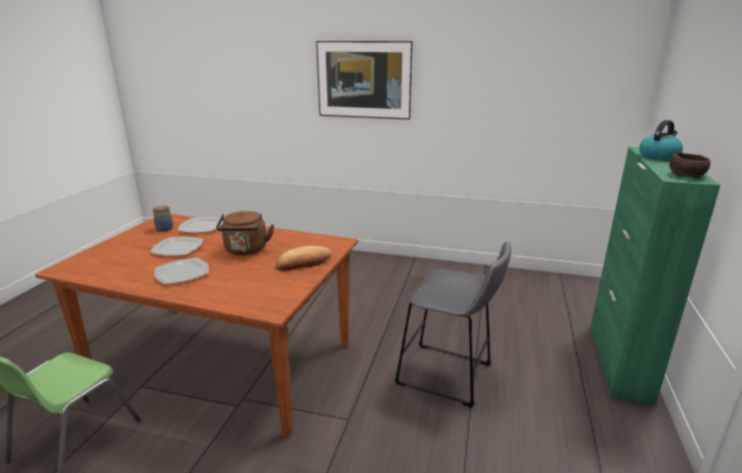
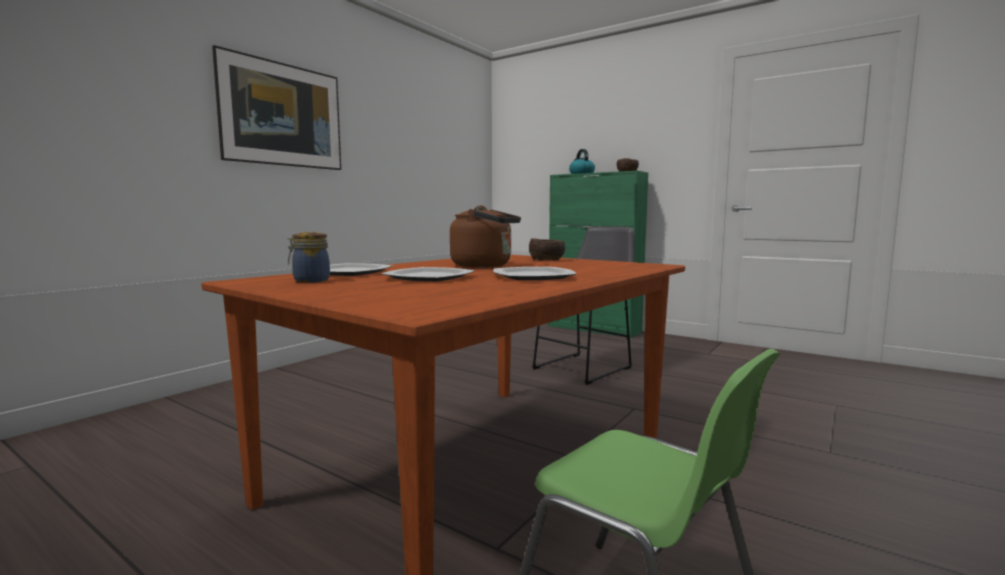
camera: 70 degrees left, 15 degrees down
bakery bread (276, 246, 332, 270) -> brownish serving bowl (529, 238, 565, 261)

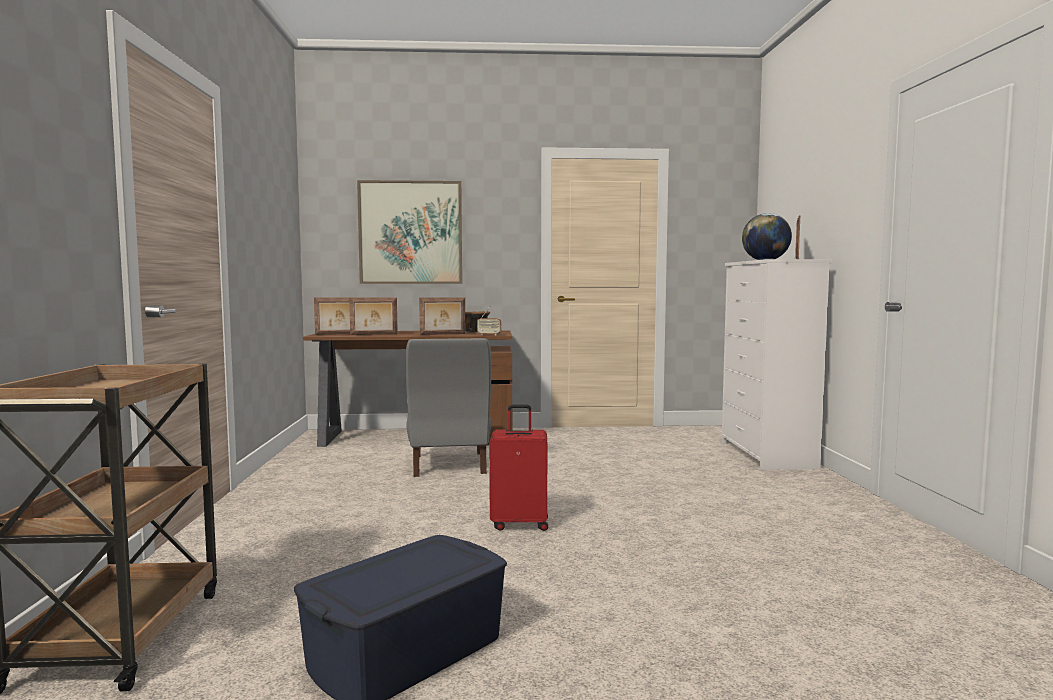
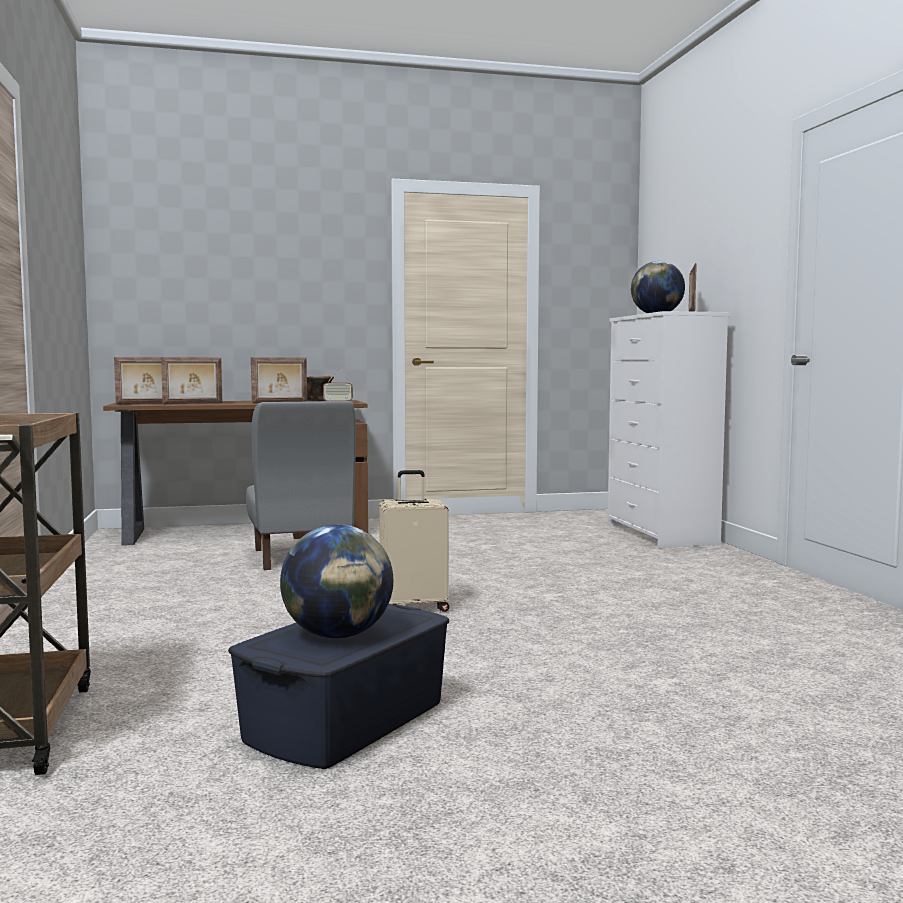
camera: 10 degrees left, 0 degrees up
picture (357, 180, 462, 284) -> none
reddish piece of luggage (489, 405, 548, 531) -> beige-coloured piece of luggage (379, 470, 450, 612)
none -> desk globe (280, 524, 393, 639)

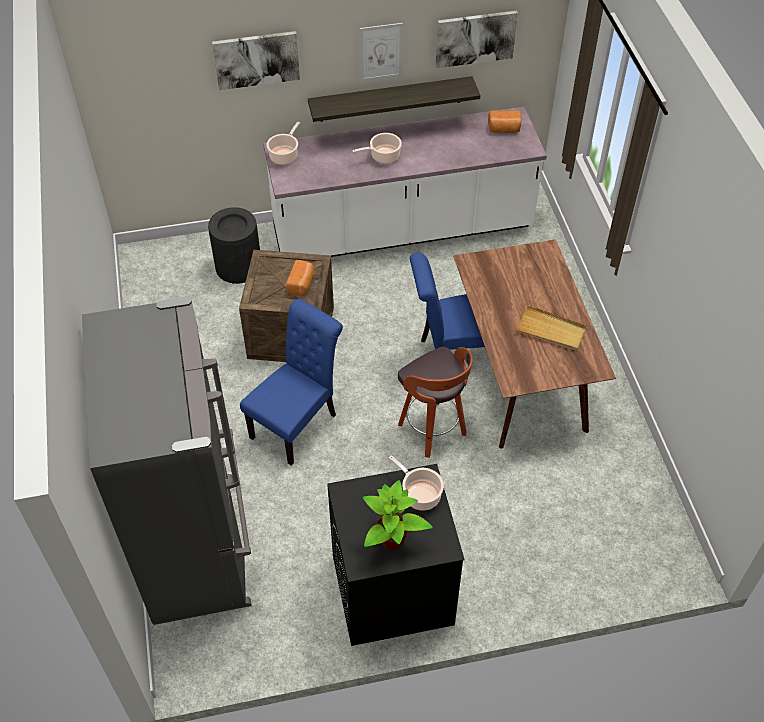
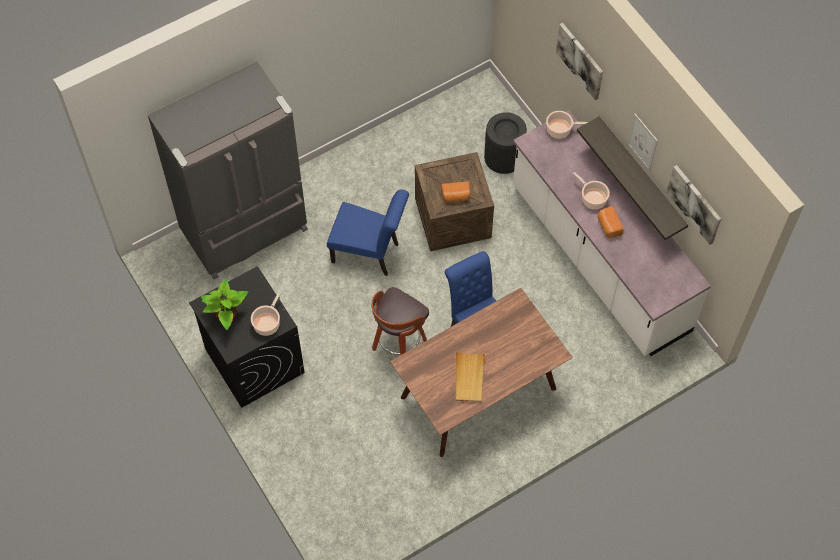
camera: 70 degrees right, 10 degrees up
bakery bread (488, 111, 521, 133) -> bakery bread (598, 206, 624, 238), moved

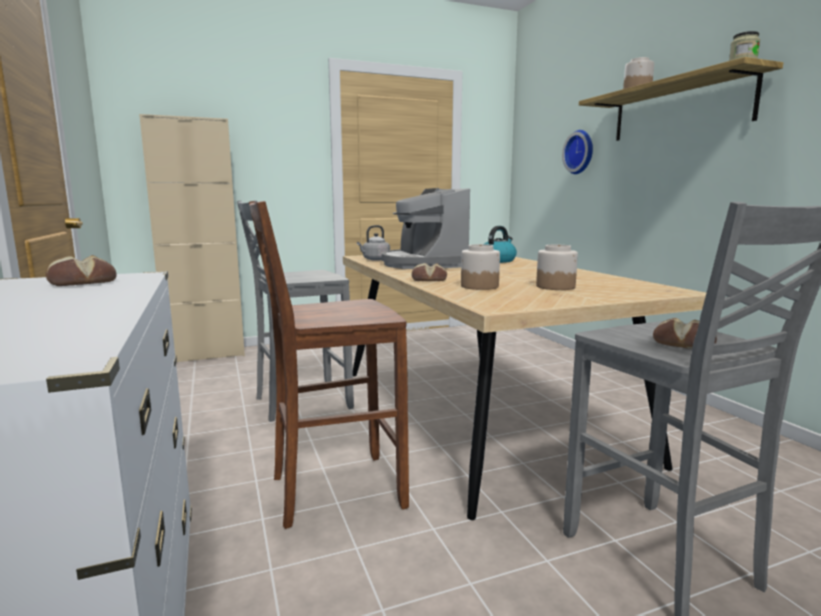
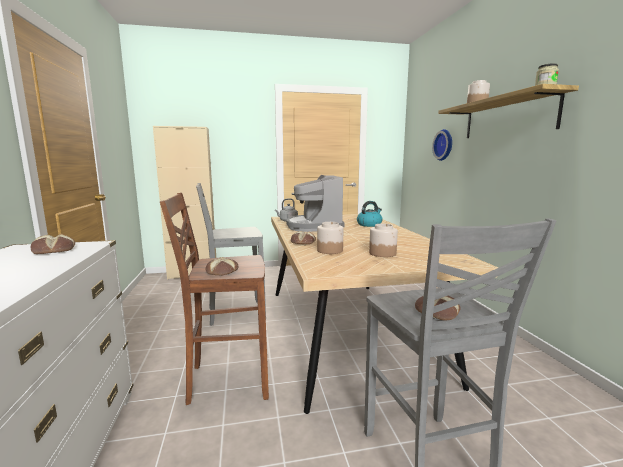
camera: 10 degrees right, 0 degrees up
none -> bakery bread (205, 257, 238, 276)

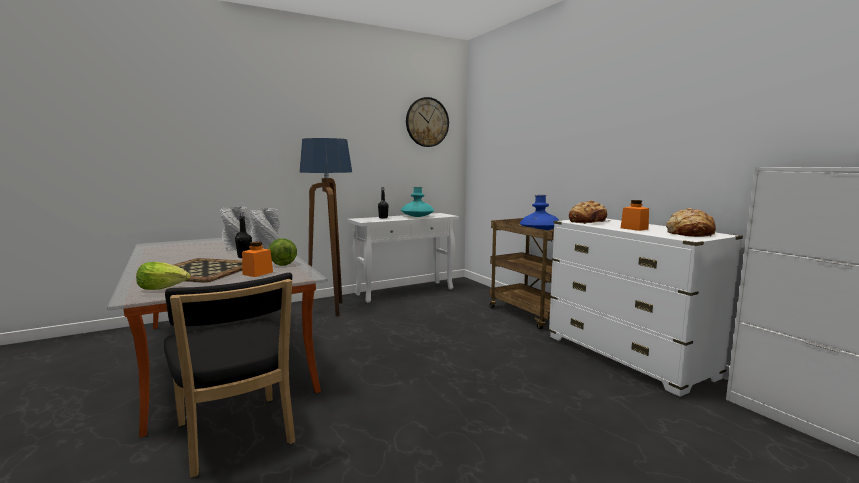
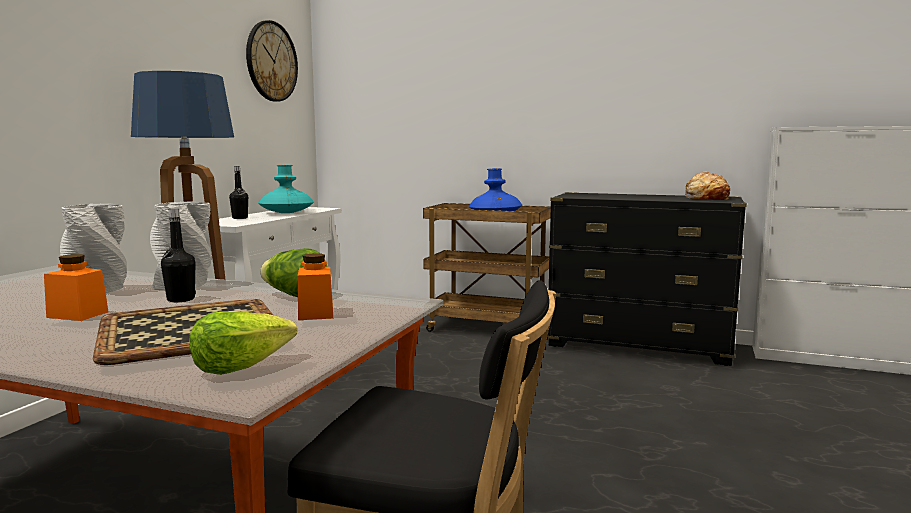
camera: 40 degrees left, 0 degrees up
orange storage jar (621, 200, 649, 231) -> orange storage jar (44, 254, 108, 321), moved
bakery bread (569, 201, 611, 224) -> none
whitish dresser (549, 219, 743, 397) -> black dresser (547, 192, 747, 366)

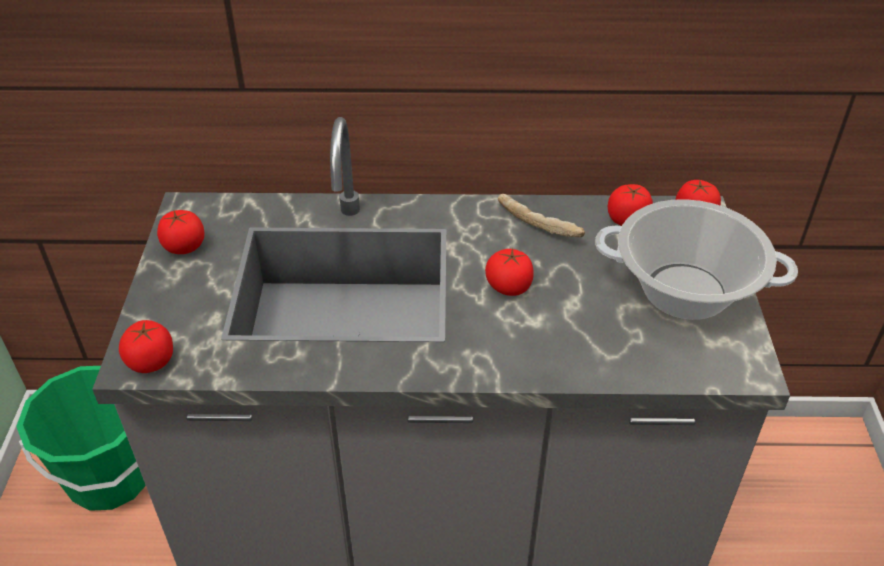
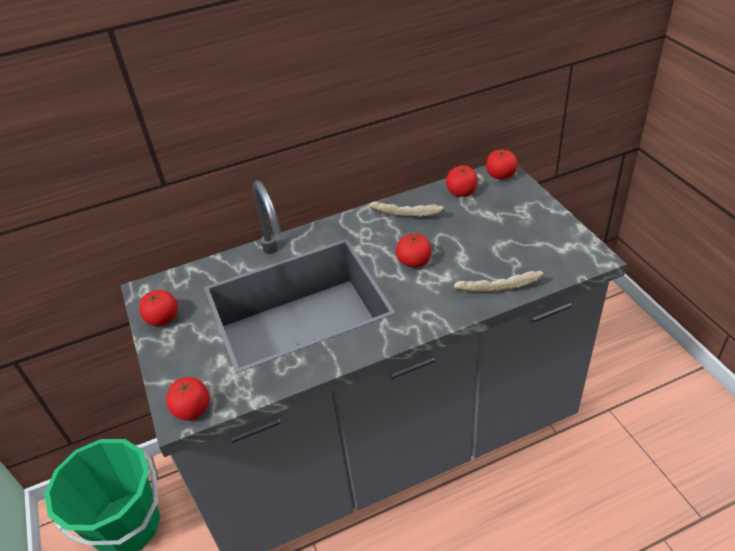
camera: 20 degrees left, 0 degrees up
saucepot (595, 199, 798, 320) -> none
none -> bakery bread (454, 270, 544, 292)

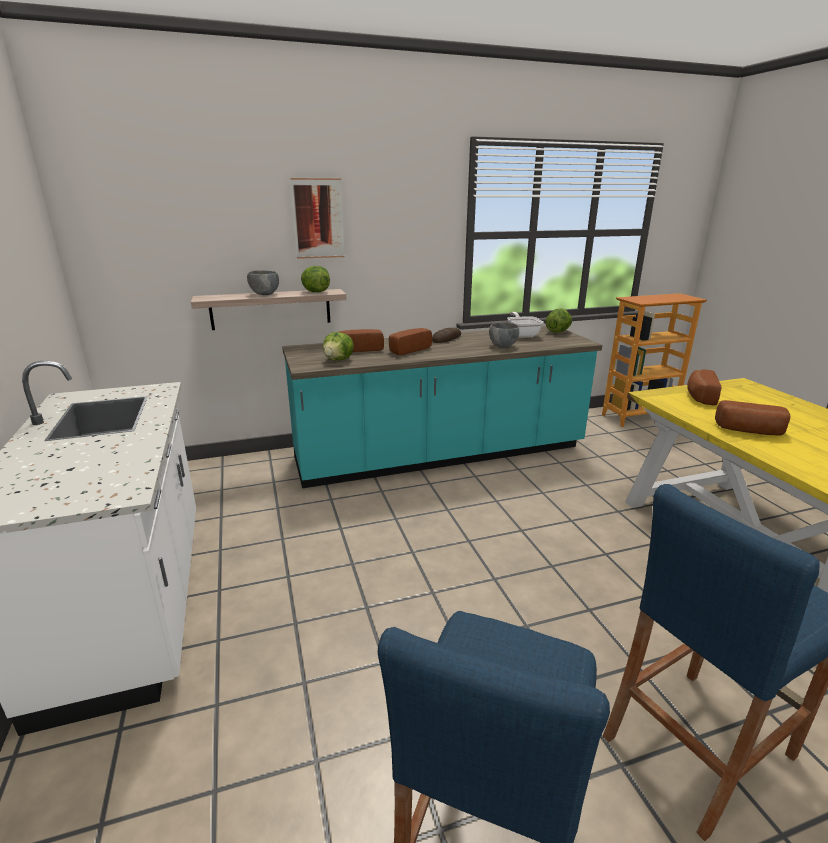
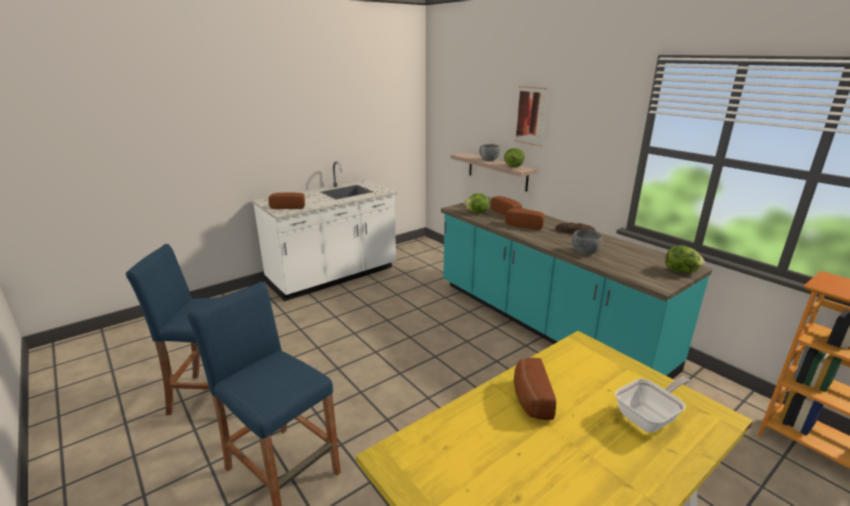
camera: 70 degrees right, 0 degrees up
pan (507, 312, 544, 337) -> pan (615, 377, 690, 433), moved
bakery bread (687, 369, 721, 405) -> bakery bread (268, 192, 305, 209), moved

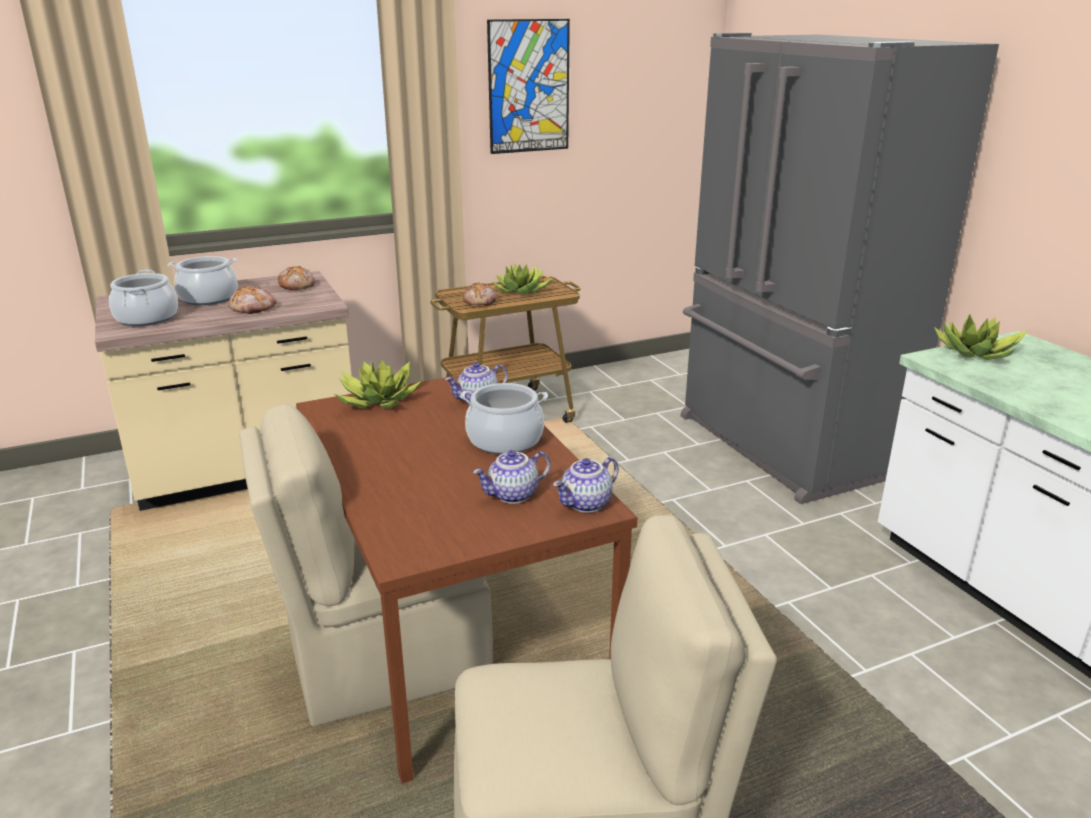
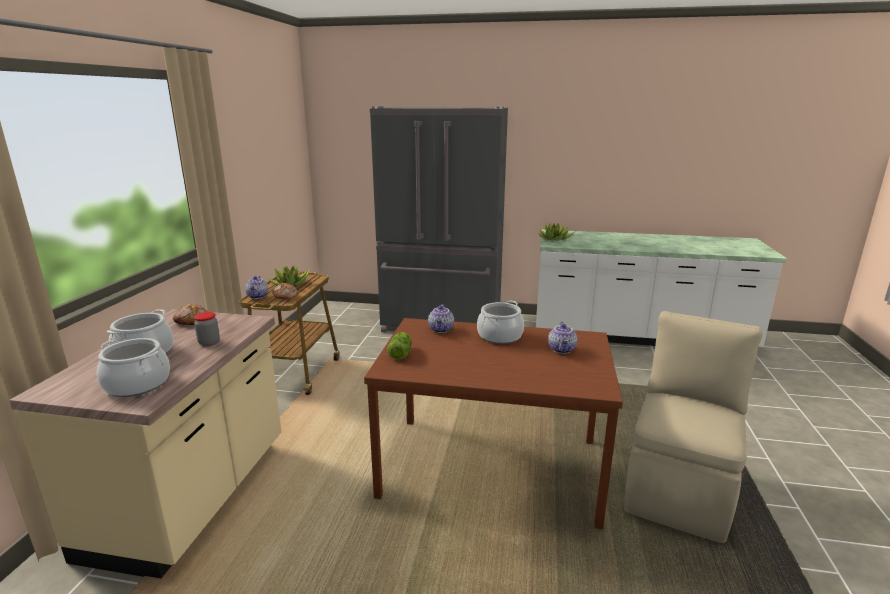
camera: 55 degrees left, 5 degrees down
picture (487, 19, 570, 154) -> none
bakery bread (228, 286, 276, 314) -> storage jar (194, 312, 220, 346)
plant in a pot (334, 359, 421, 408) -> lettuce head (387, 332, 412, 360)
beige-coloured plain chair (239, 404, 493, 727) -> none
pot for tea (553, 457, 619, 513) -> pot for tea (245, 276, 268, 299), moved

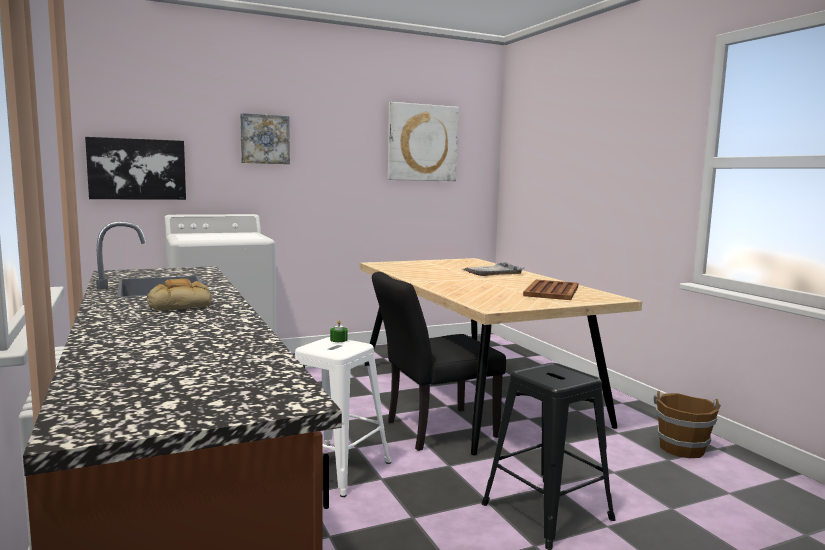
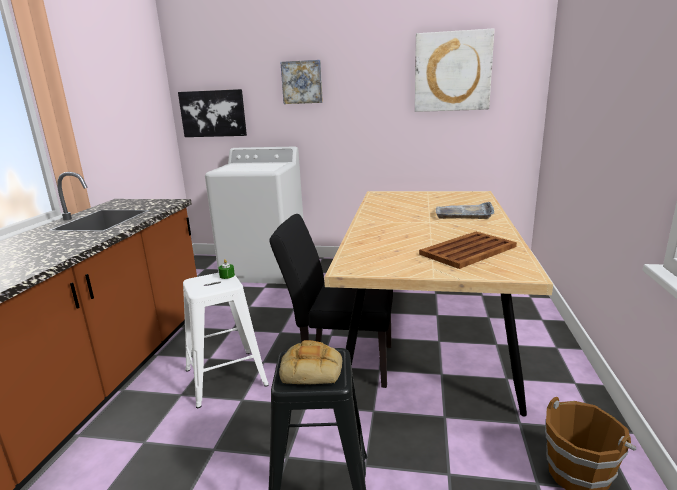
camera: 35 degrees right, 10 degrees up
bakery bread (147, 279, 211, 311) -> bakery bread (279, 340, 342, 384), moved

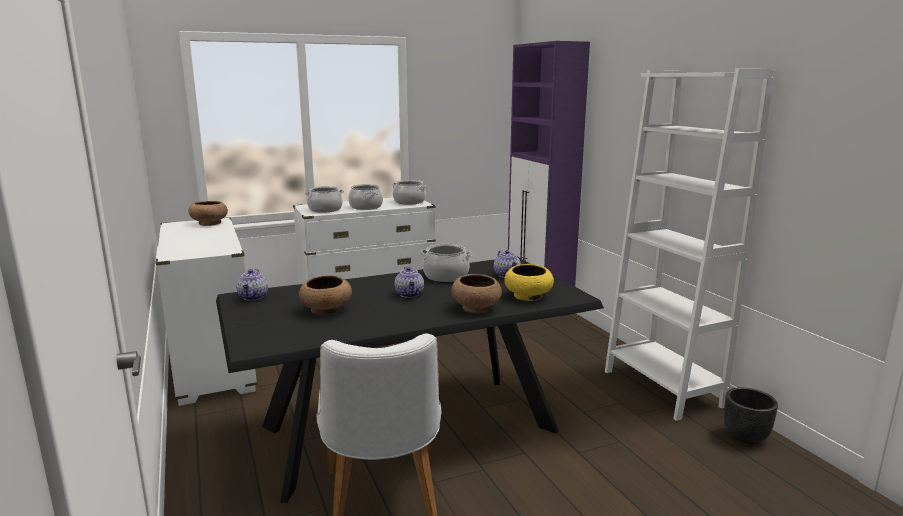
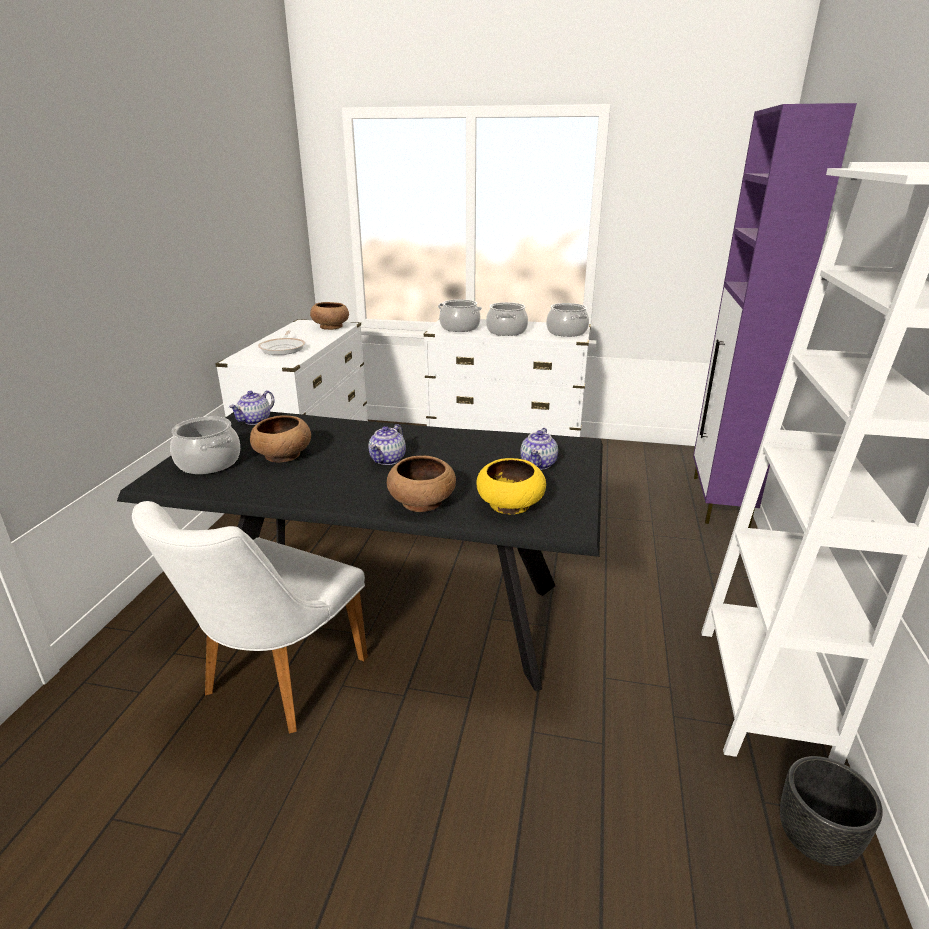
camera: 35 degrees right, 10 degrees up
saucepot (420, 244, 472, 282) -> saucepot (170, 416, 240, 474), moved
none -> pan (258, 331, 305, 355)

